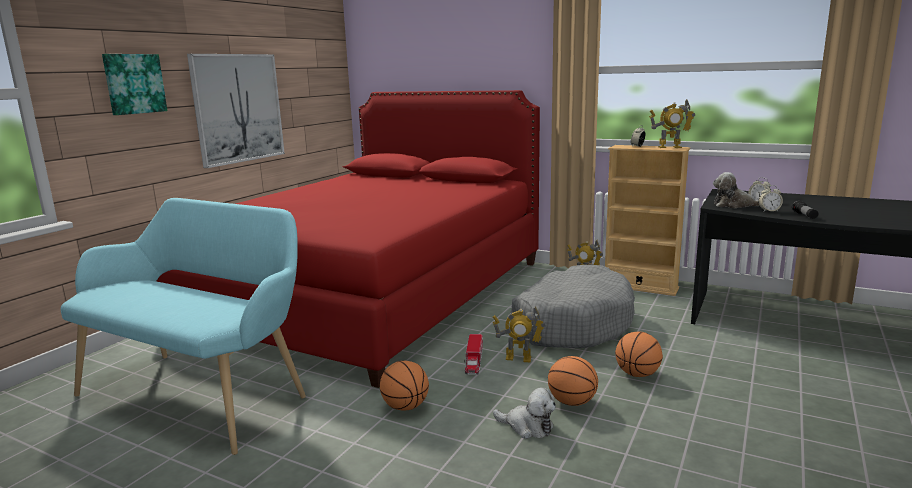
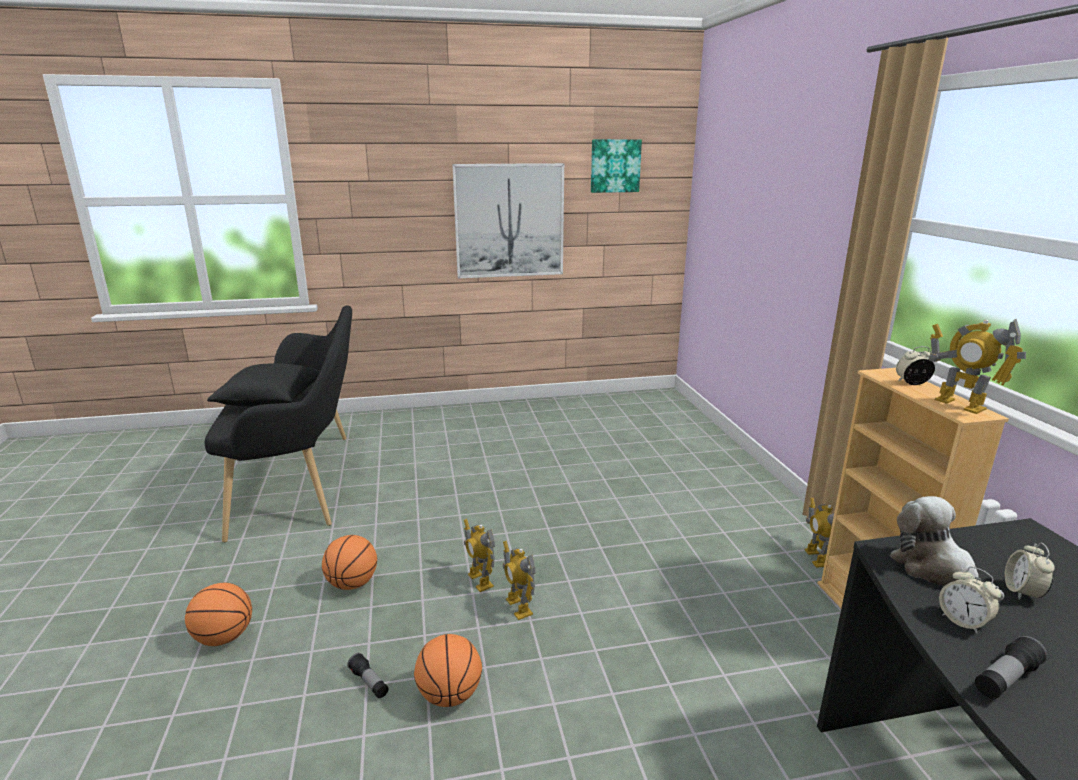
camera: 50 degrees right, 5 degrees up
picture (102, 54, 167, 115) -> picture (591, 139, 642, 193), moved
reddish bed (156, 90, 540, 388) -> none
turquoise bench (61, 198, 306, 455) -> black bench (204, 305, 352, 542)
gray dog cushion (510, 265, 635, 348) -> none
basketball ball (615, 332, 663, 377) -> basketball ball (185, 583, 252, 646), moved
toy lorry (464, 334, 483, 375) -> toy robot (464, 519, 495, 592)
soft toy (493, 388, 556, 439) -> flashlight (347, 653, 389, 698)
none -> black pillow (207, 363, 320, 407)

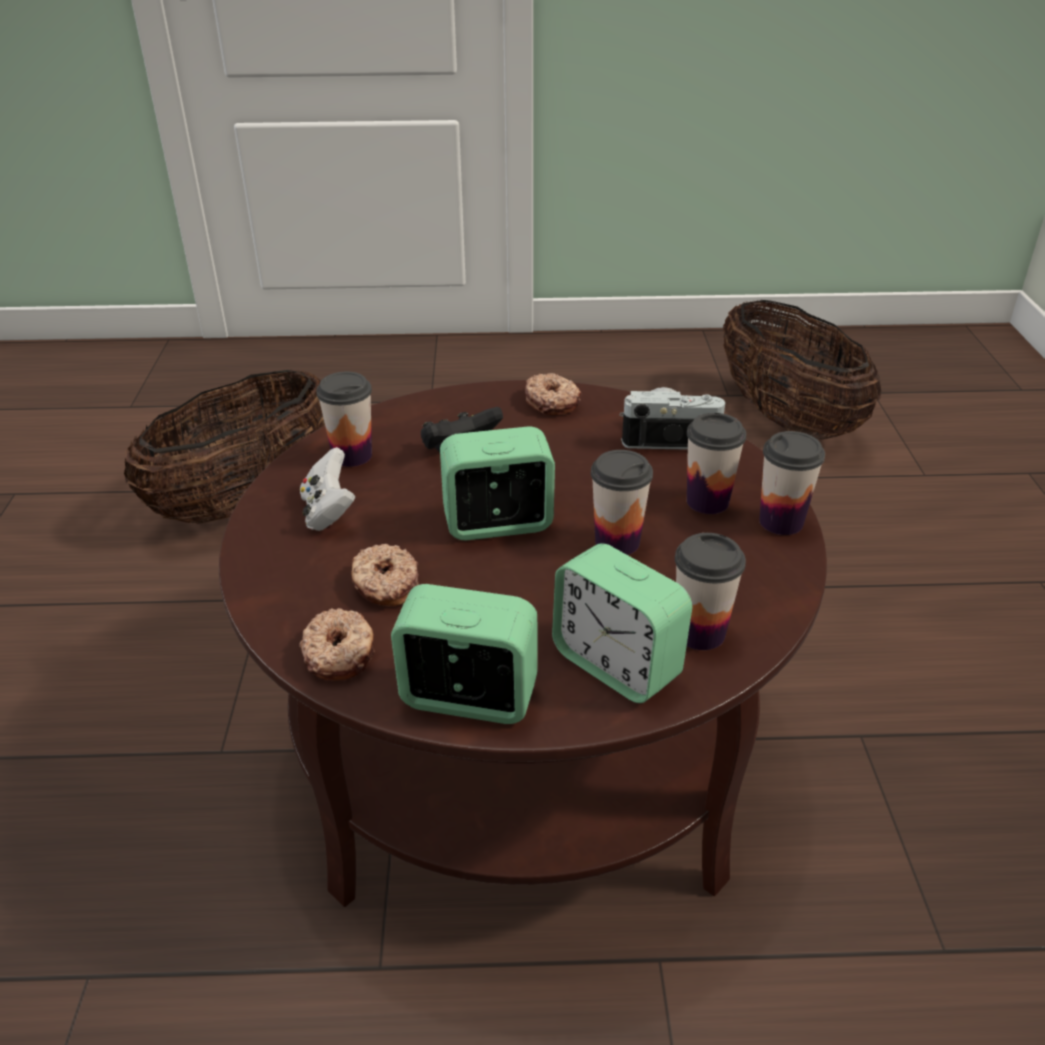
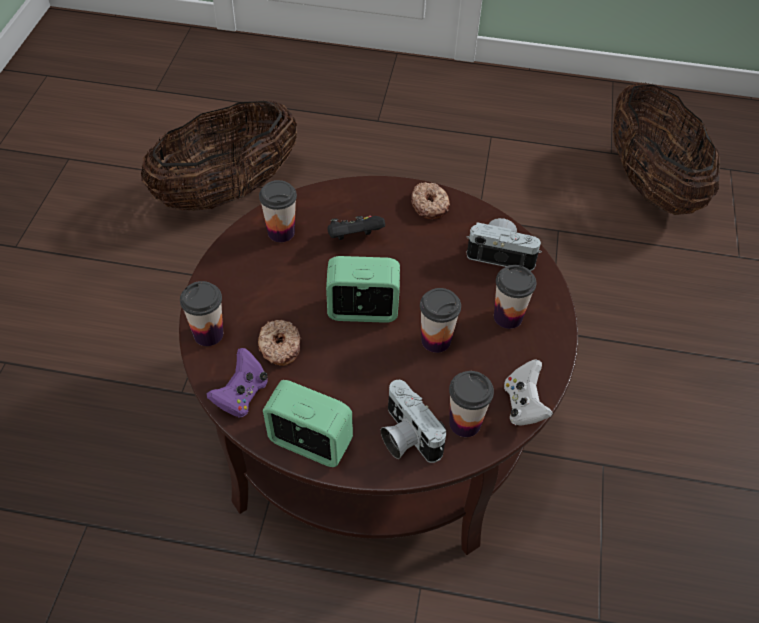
camera: 10 degrees right, 15 degrees up
drinking cup (759, 431, 825, 535) -> drinking cup (180, 281, 223, 346), moved
whitish game controller (300, 447, 356, 531) -> whitish game controller (504, 359, 553, 426), moved
table clock (552, 543, 692, 703) -> photo camera (381, 380, 446, 463)
ring doughnut (299, 608, 375, 681) -> purple-coloured game controller (207, 348, 268, 417)

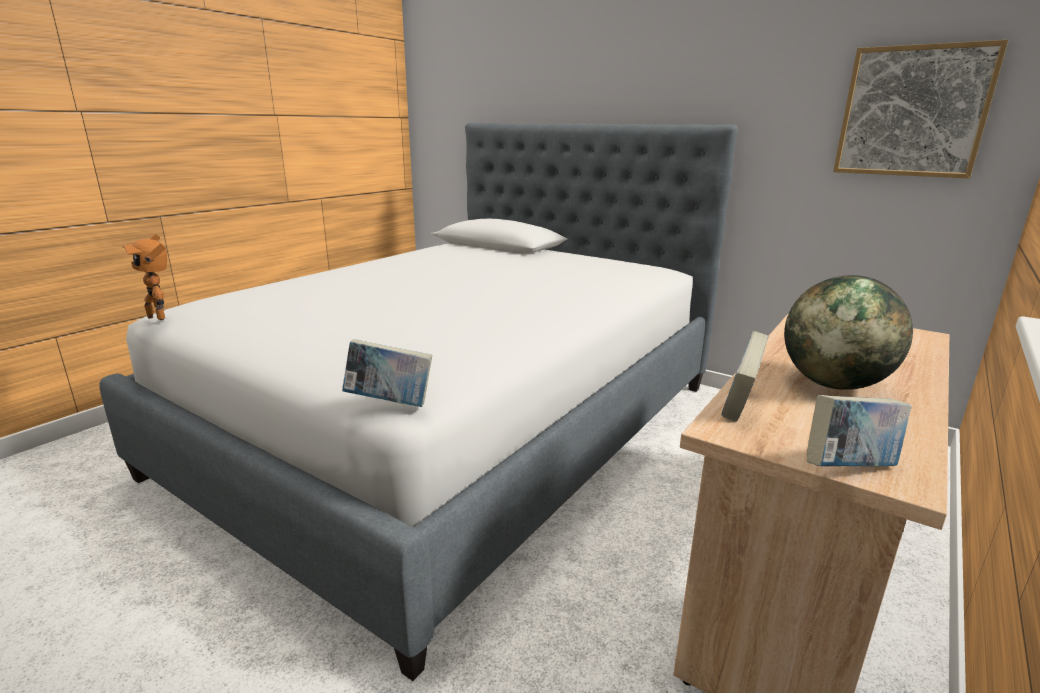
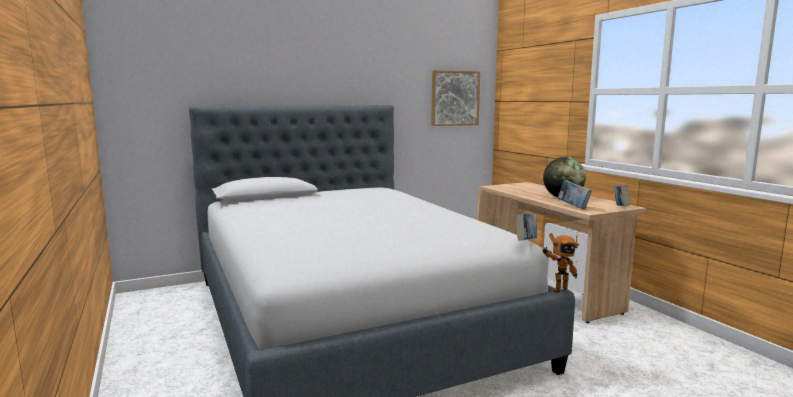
camera: 60 degrees left, 10 degrees down
toy robot (123, 234, 167, 320) -> toy robot (542, 233, 580, 293), moved

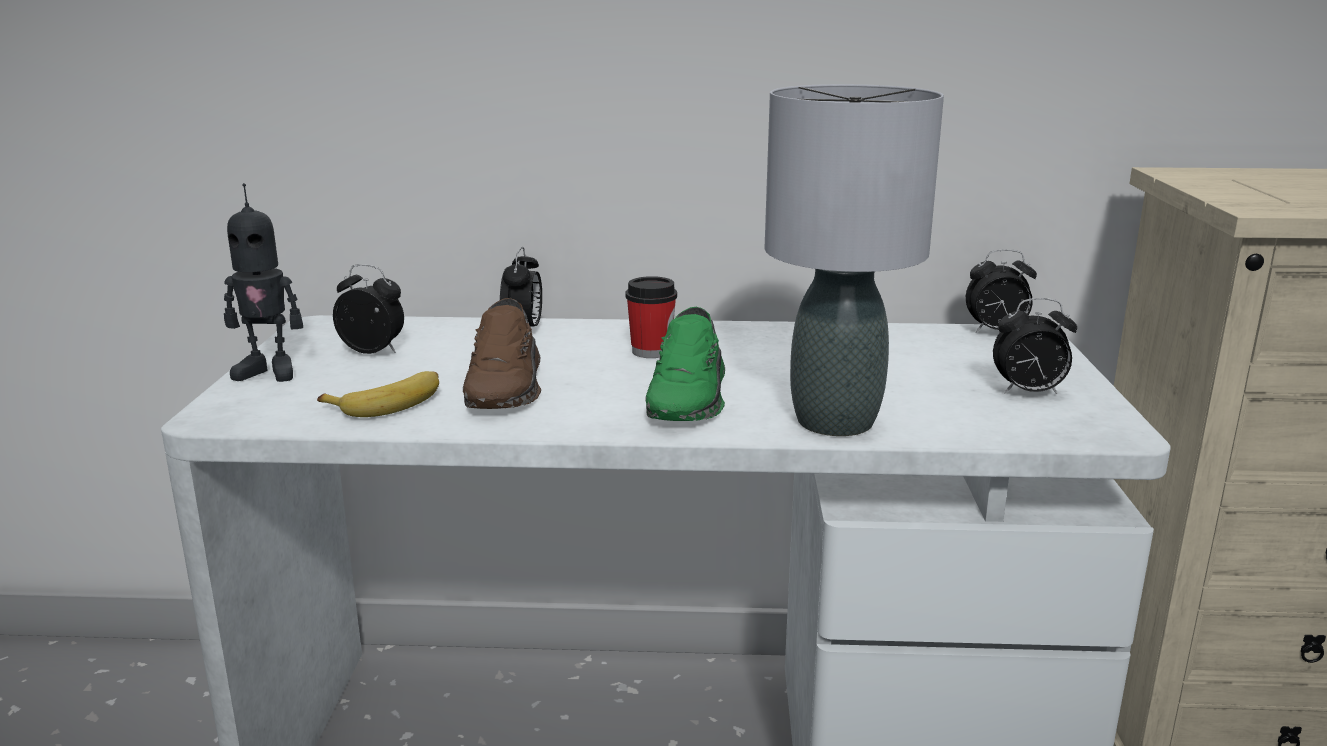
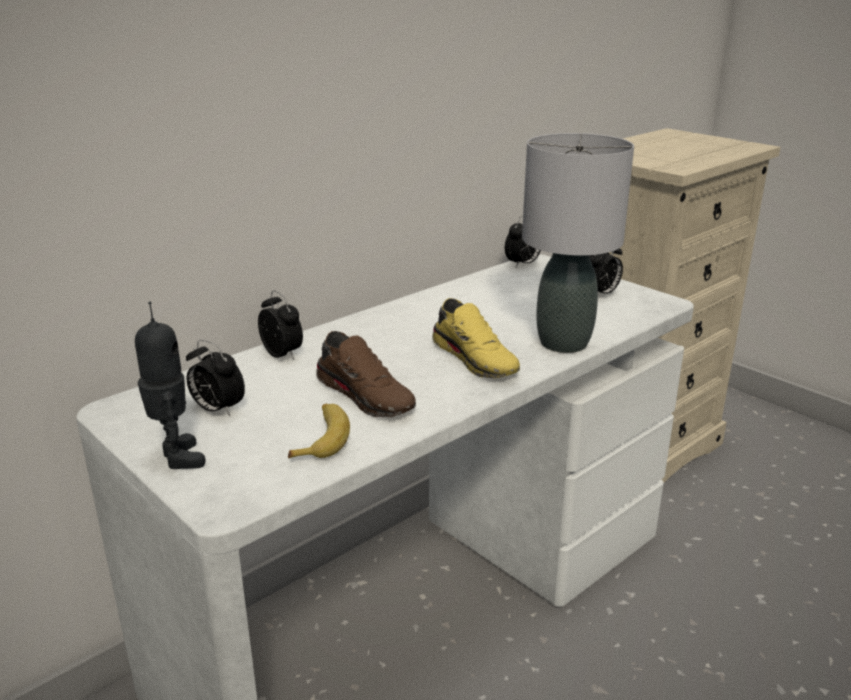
camera: 45 degrees left, 5 degrees up
toy robot (224, 183, 303, 382) -> toy robot (135, 302, 206, 469), 75 degrees counterclockwise
table clock (333, 264, 404, 354) -> table clock (186, 340, 245, 417), 120 degrees counterclockwise
drinking cup (625, 276, 677, 358) -> none
green low shoe (645, 307, 725, 421) -> yellow low shoe (432, 298, 520, 379)

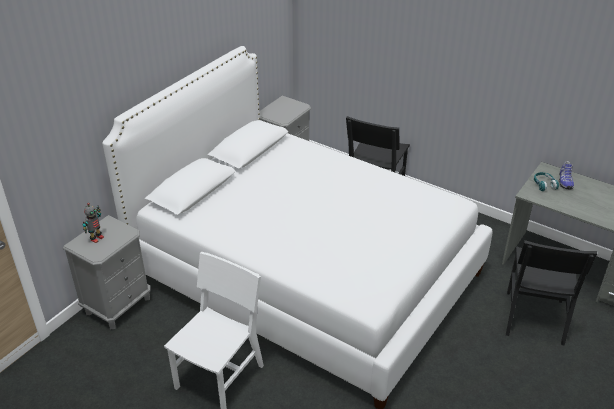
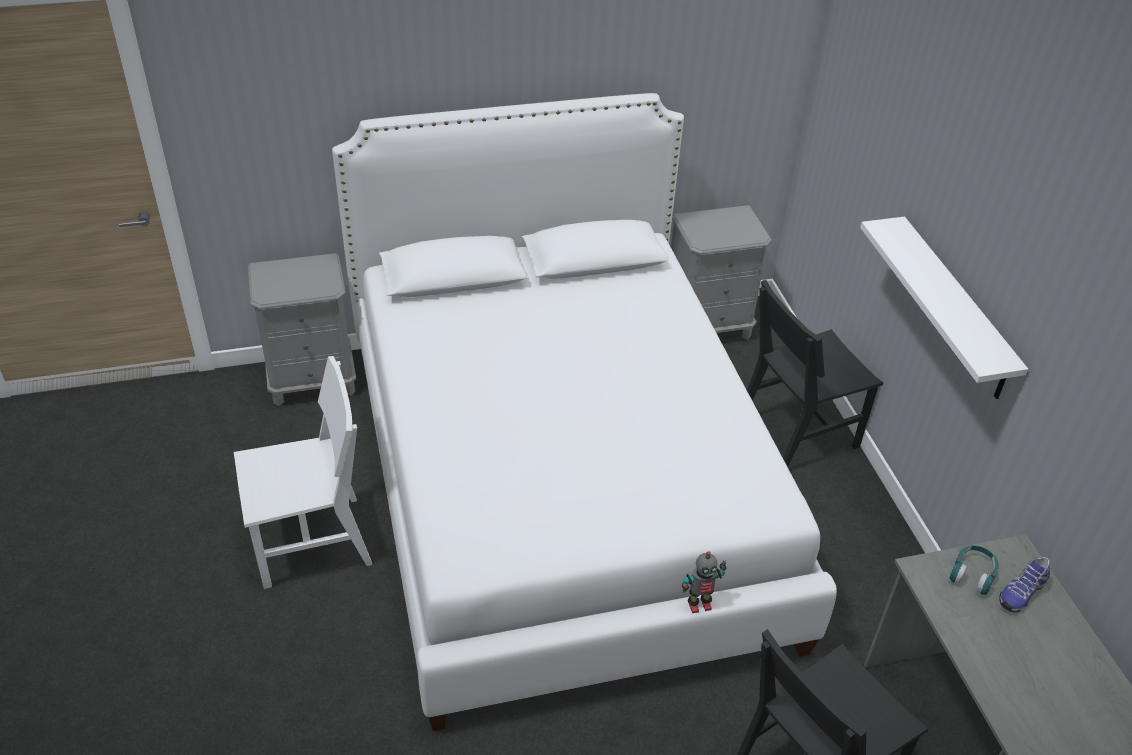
camera: 40 degrees right, 5 degrees up
toy robot (83, 203, 104, 243) -> toy robot (682, 551, 726, 613), moved
none -> whitish bracket shelf (860, 217, 1028, 399)

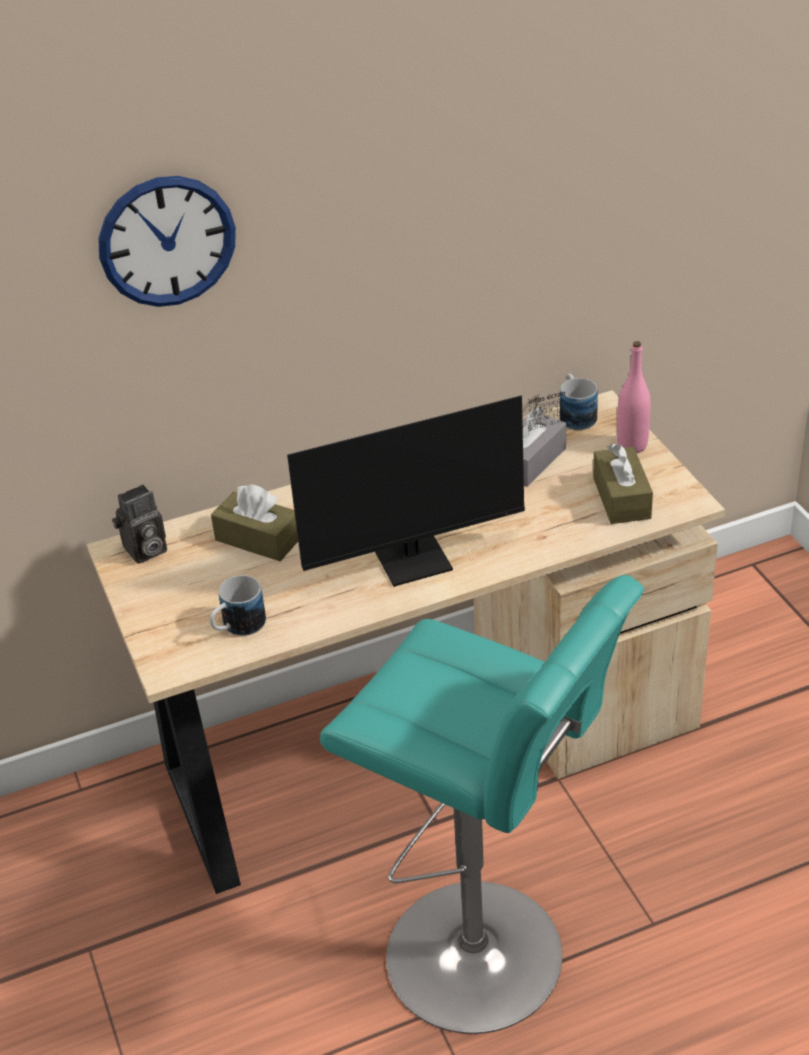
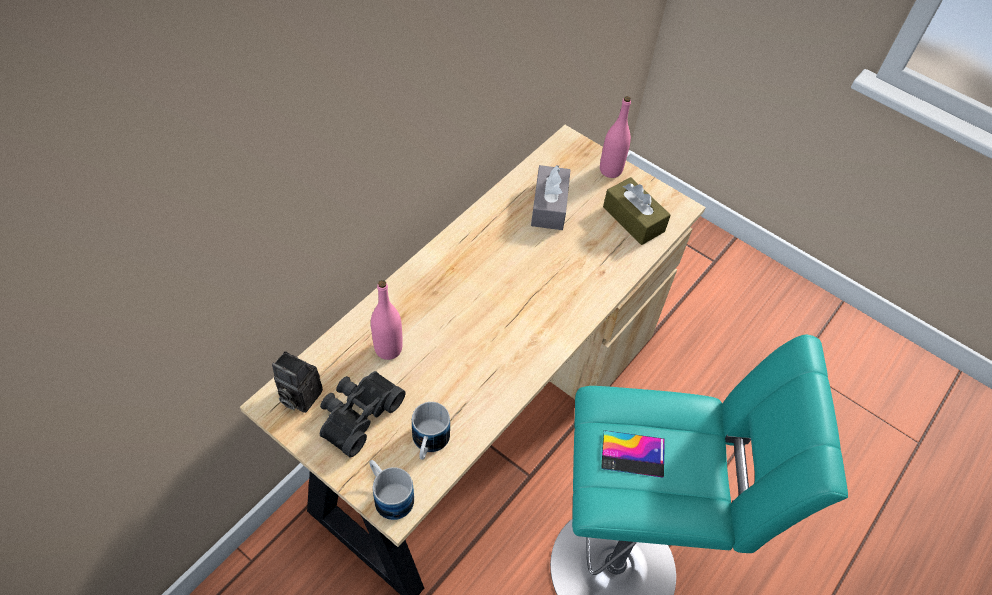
camera: 35 degrees left, 15 degrees up
wall clock (98, 176, 236, 307) -> none
mug (560, 373, 598, 430) -> mug (369, 460, 414, 520), moved
computer display (287, 392, 595, 587) -> none
photo camera (112, 484, 167, 564) -> photo camera (272, 351, 323, 413), 90 degrees clockwise
brownish tissue box (211, 484, 298, 561) -> pink-coloured bottle (371, 280, 403, 360)
none -> black binoculars (320, 371, 405, 457)
none -> telephone (601, 430, 665, 478)

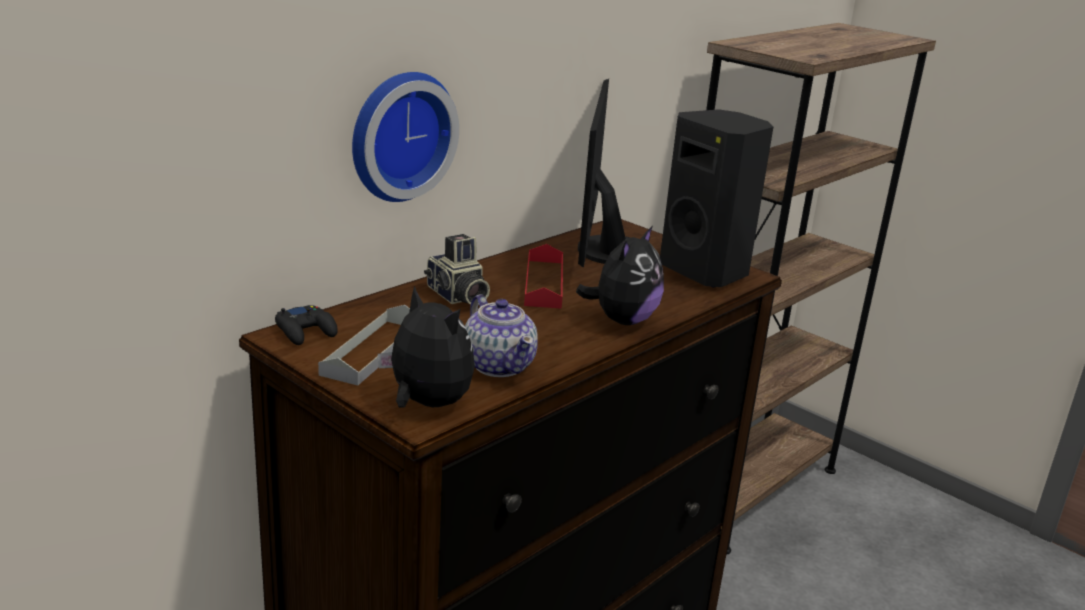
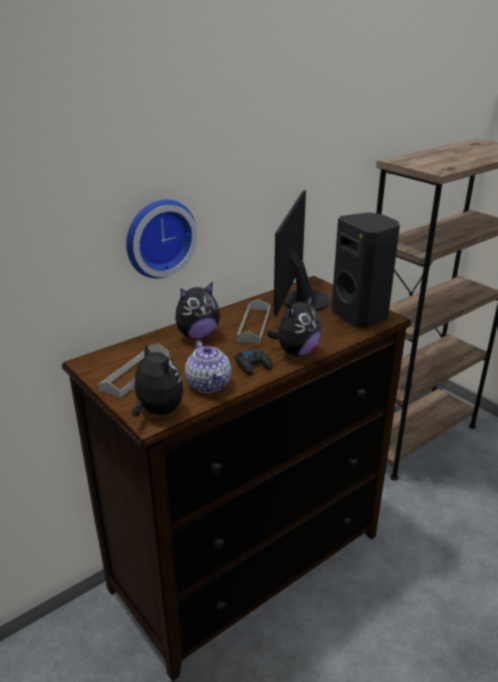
camera: 10 degrees right, 5 degrees up
photo camera (424, 234, 490, 305) -> soft toy (175, 282, 220, 339)
reddish tray (524, 244, 563, 309) -> gray tray (237, 299, 270, 344)
black game controller (275, 305, 338, 345) -> black game controller (235, 349, 273, 376), moved

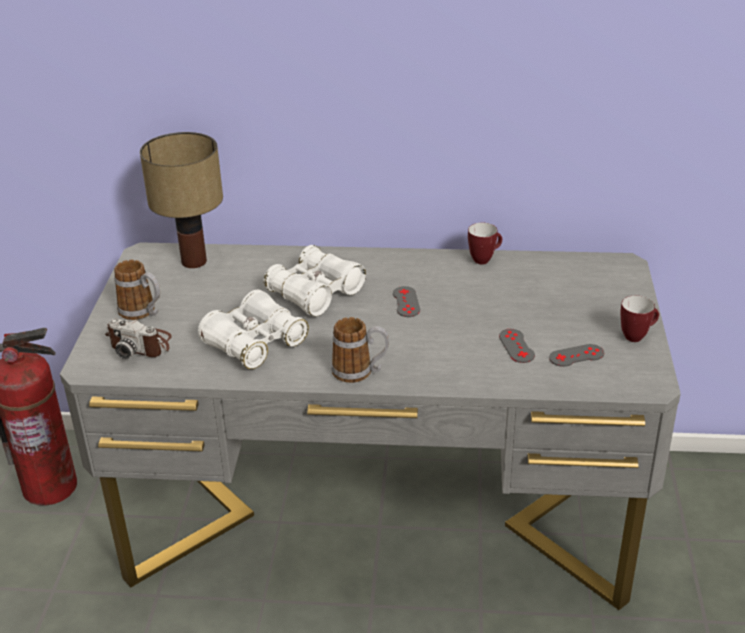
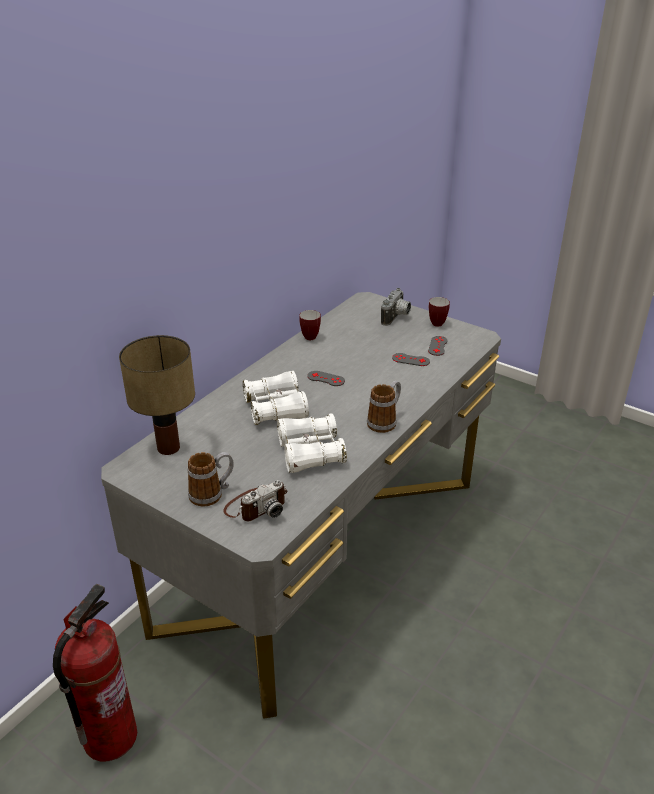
camera: 60 degrees left, 0 degrees up
none -> photo camera (381, 288, 411, 326)

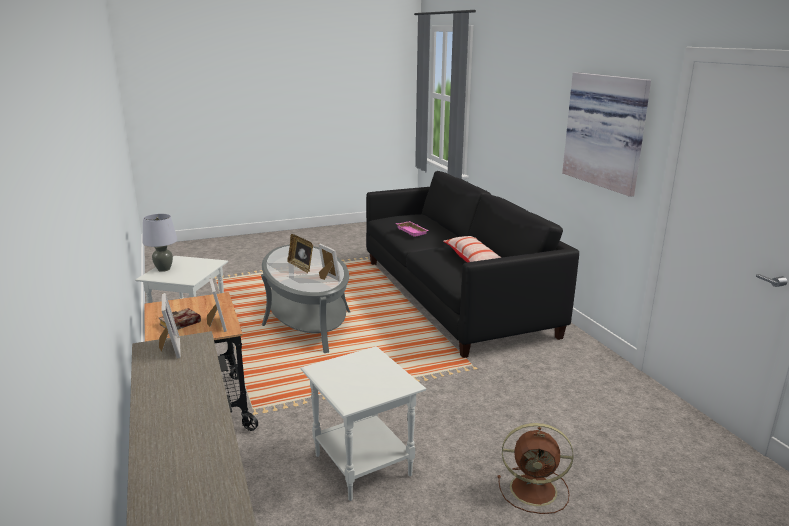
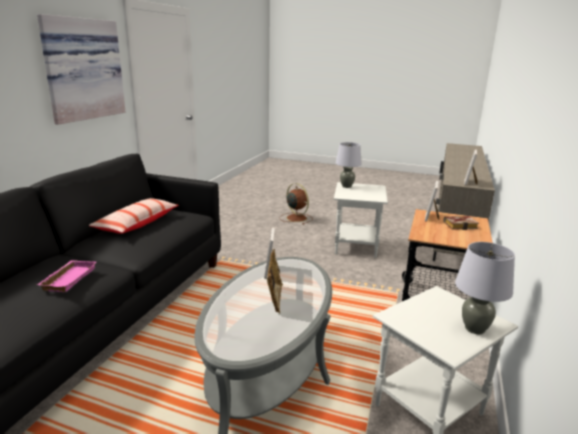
camera: 140 degrees left, 0 degrees up
none -> gray table lamp (336, 142, 362, 188)

